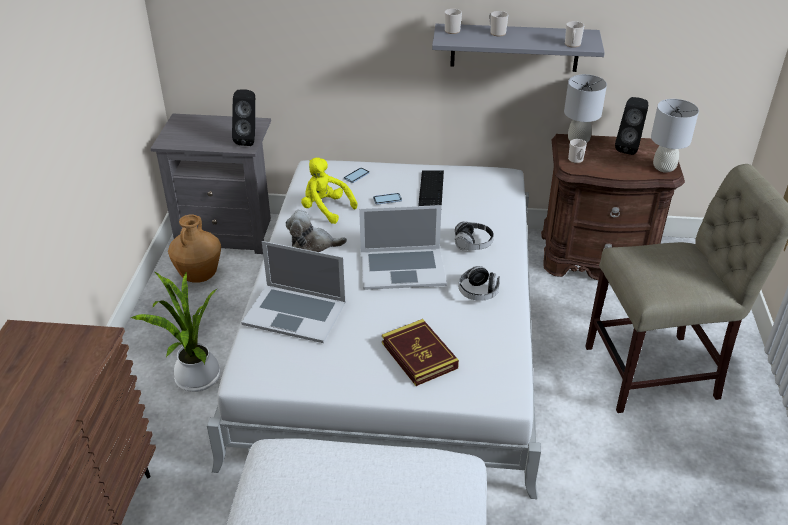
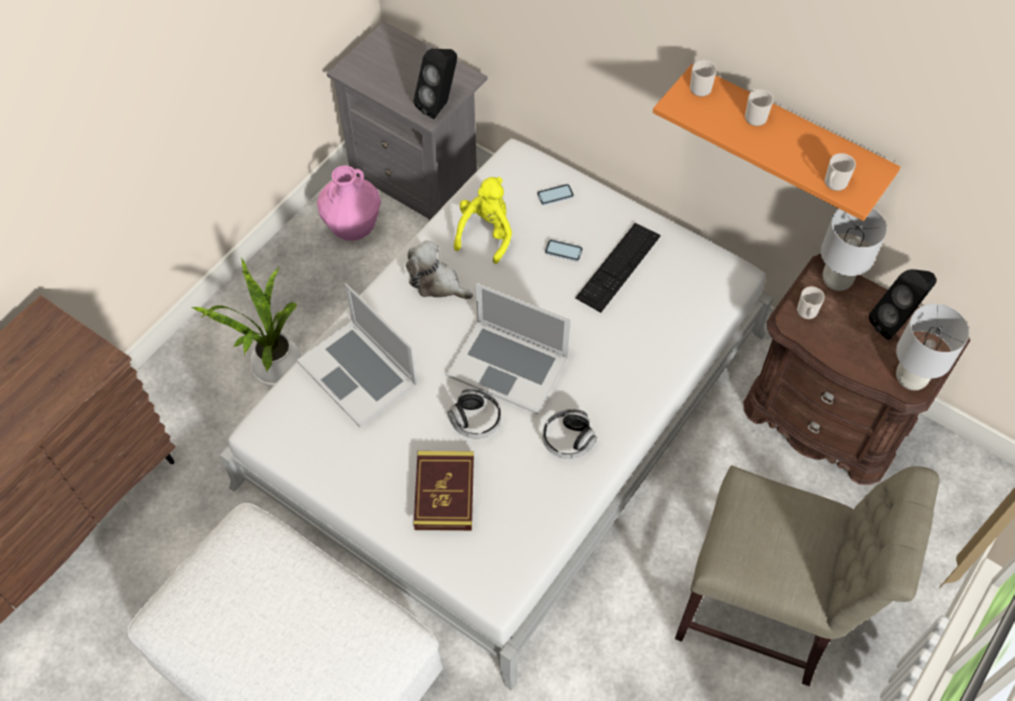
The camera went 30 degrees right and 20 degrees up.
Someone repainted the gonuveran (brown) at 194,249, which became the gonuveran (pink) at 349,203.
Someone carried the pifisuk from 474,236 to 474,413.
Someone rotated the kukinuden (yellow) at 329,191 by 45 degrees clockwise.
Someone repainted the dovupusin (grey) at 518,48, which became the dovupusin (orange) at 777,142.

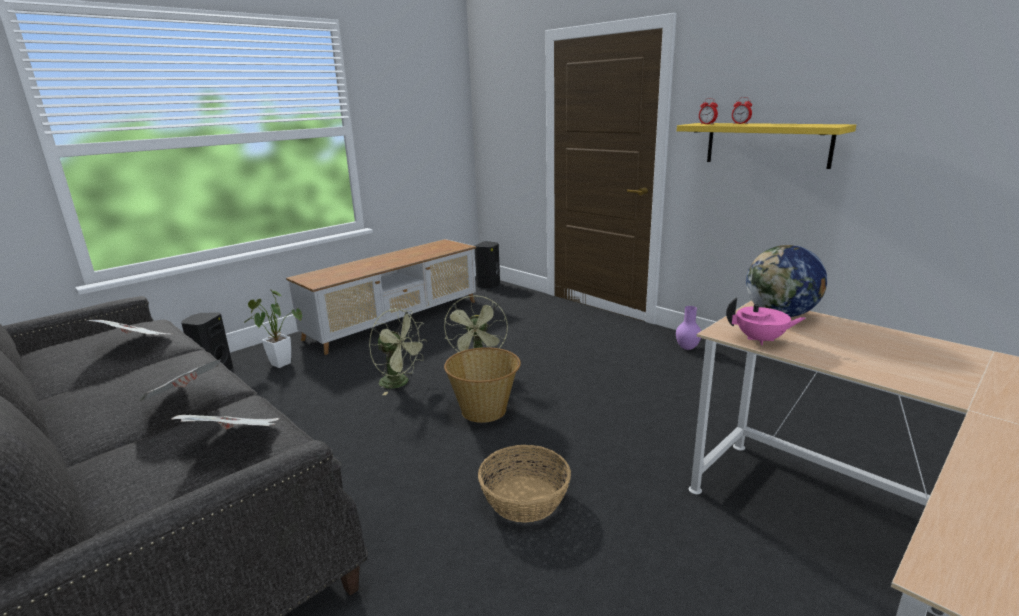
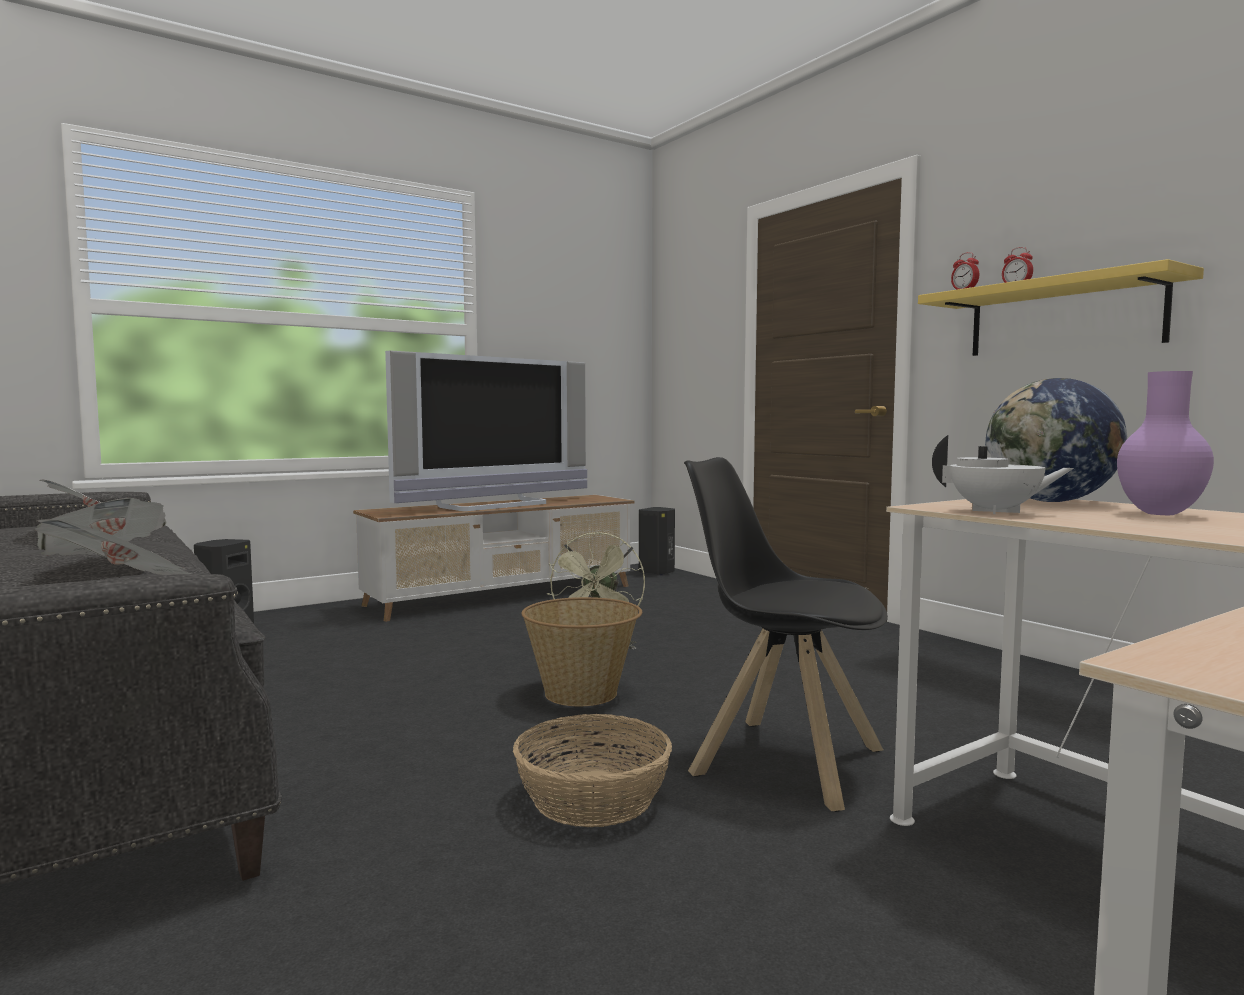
The camera went 10 degrees right and 15 degrees down.
Someone put down the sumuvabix at 486,430.
Someone put down the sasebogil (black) at 786,634.
Someone repainted the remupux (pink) at 766,321, which became the remupux (white) at 1003,474.
Someone carried the gonuveran (purple) from 688,328 to 1165,443.
Someone took away the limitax at 273,328.
Someone took away the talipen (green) at 398,352.

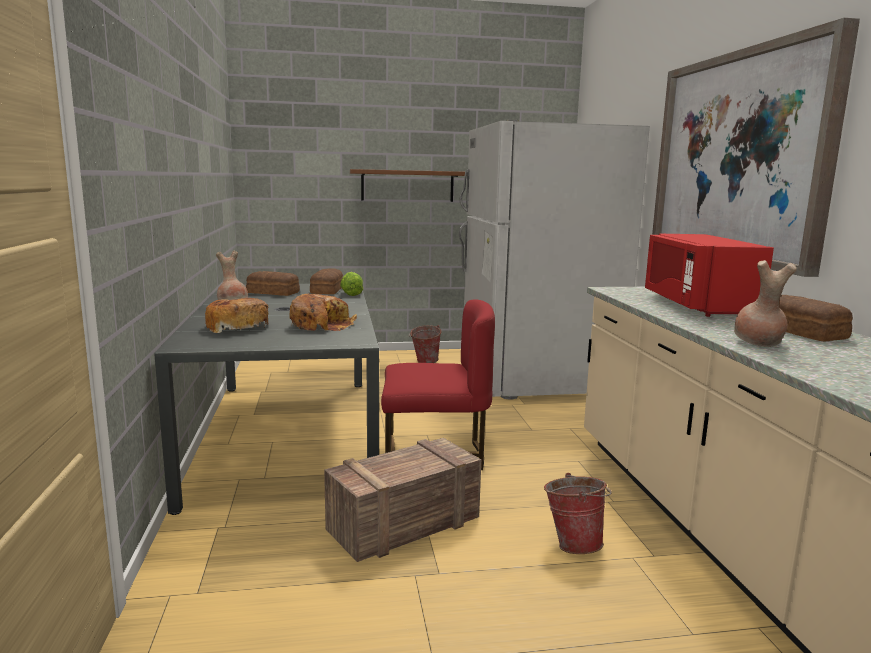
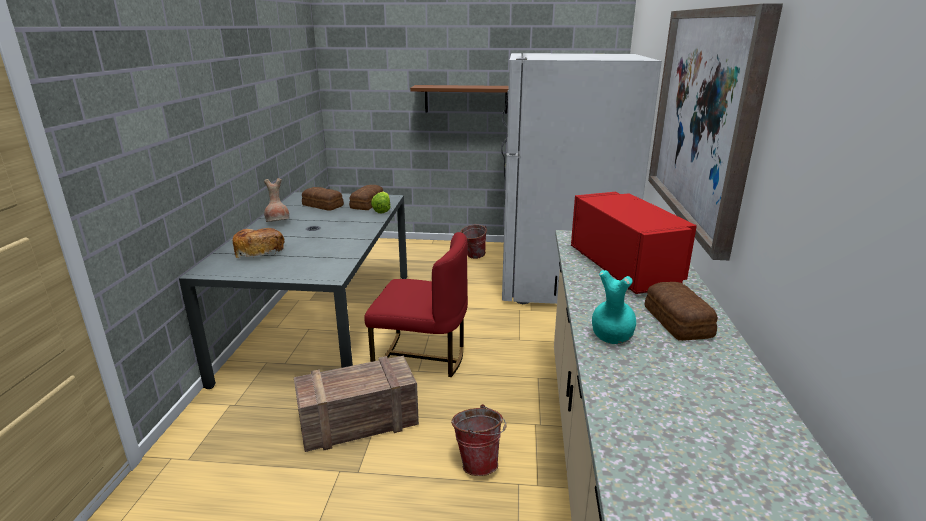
The camera went 15 degrees right and 10 degrees up.
Someone rotated the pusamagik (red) at 709,275 by 150 degrees clockwise.
Someone repainted the gonuveran (brown) at 765,303, which became the gonuveran (turquoise) at 614,307.
Someone took away the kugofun at 323,312.

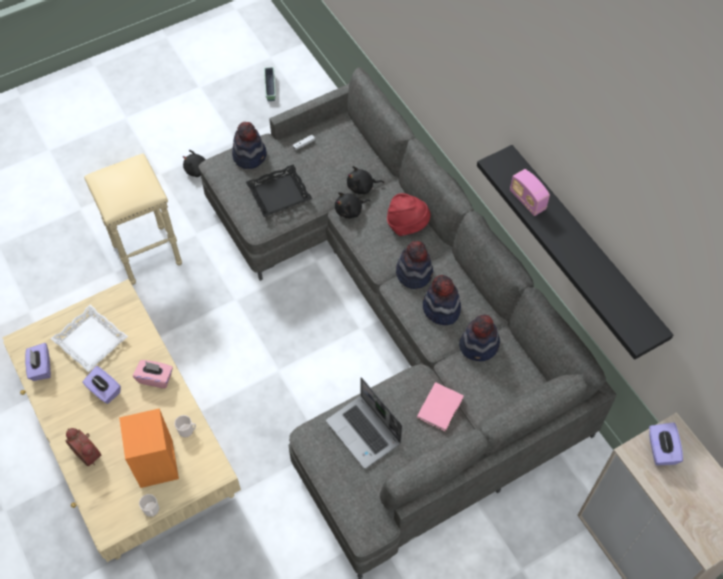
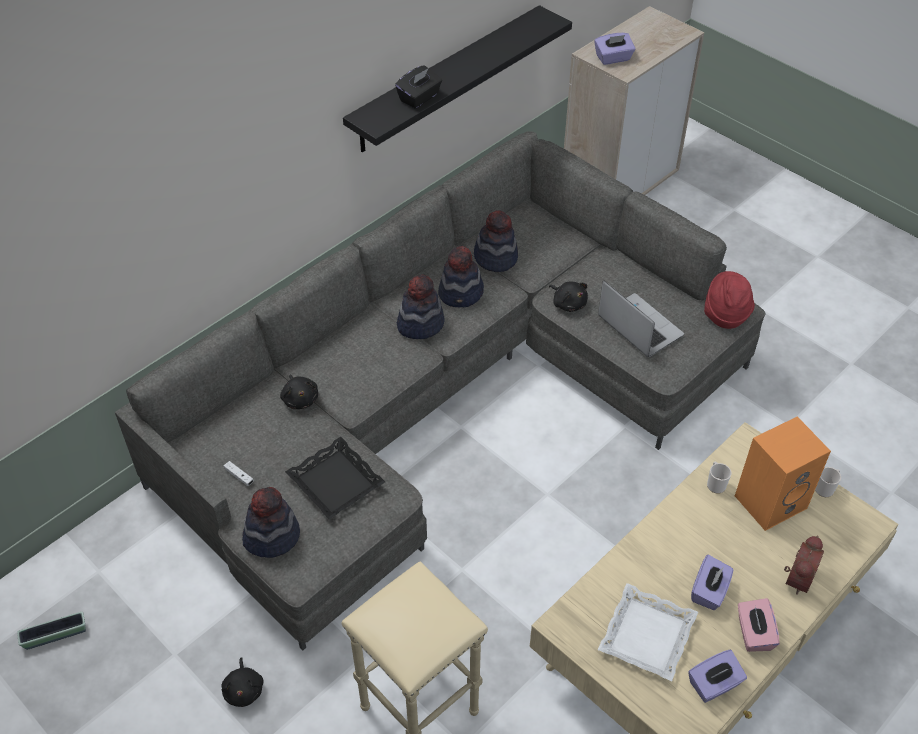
The camera went 105 degrees left and 10 degrees down.
Someone swapped the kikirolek at 530,192 for the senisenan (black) at 418,86.
Someone carried the kukinuden (black) from 353,205 to 568,296.
Someone rotated the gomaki at 364,423 by 75 degrees counterclockwise.
Someone carried the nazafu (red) from 409,214 to 729,300.
Someone carried the senisenan (pink) from 153,374 to 759,625.
Someone took away the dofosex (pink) at 440,407.

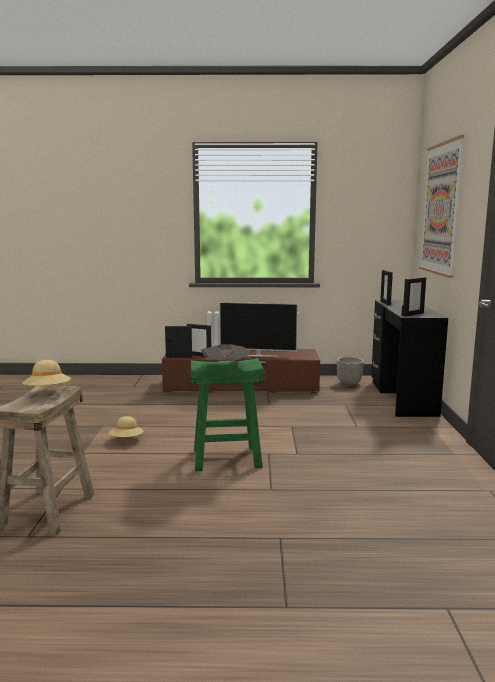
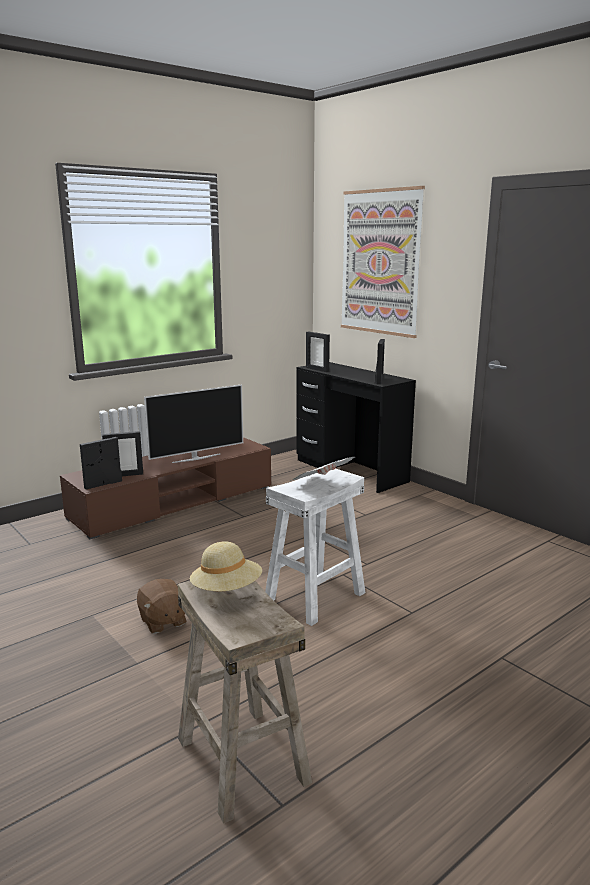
The camera went 40 degrees left and 5 degrees up.
Someone swapped the nazafu (beige) at 126,426 for the kukinuden (brown) at 162,606.
Someone repainted the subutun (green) at 227,414, which became the subutun (white) at 315,547.
Someone took away the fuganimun at 350,371.

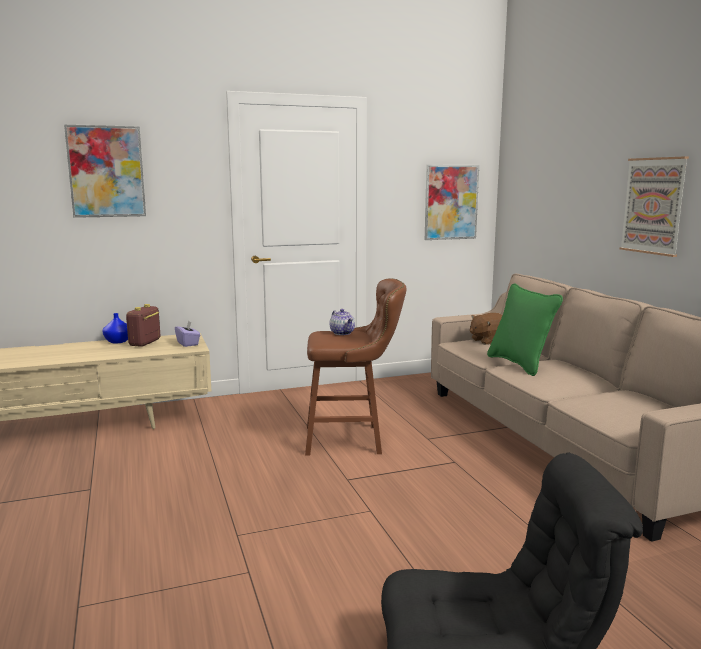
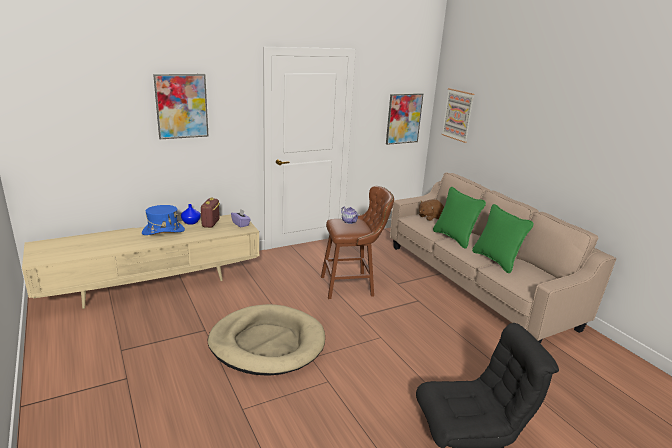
The camera went 10 degrees left and 10 degrees up.
Someone put down the nazafu (blue) at 163,220.
Someone put down the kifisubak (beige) at 266,340.
Someone carried the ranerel from 654,206 to 457,115.
Someone put down the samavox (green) at 502,238.

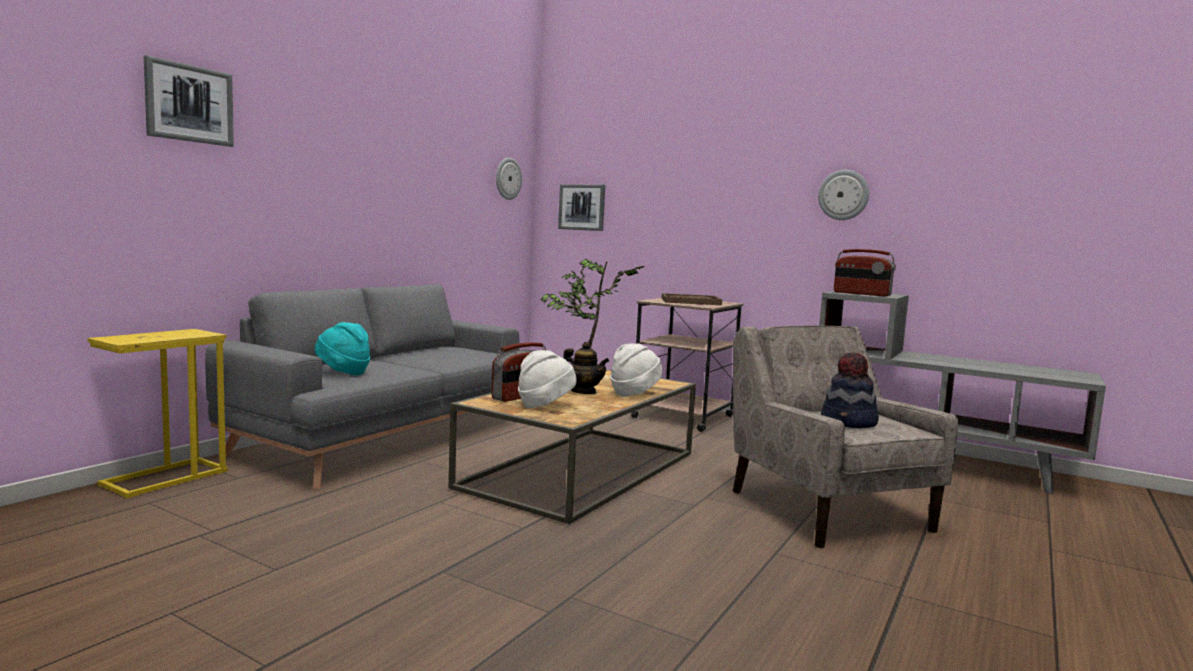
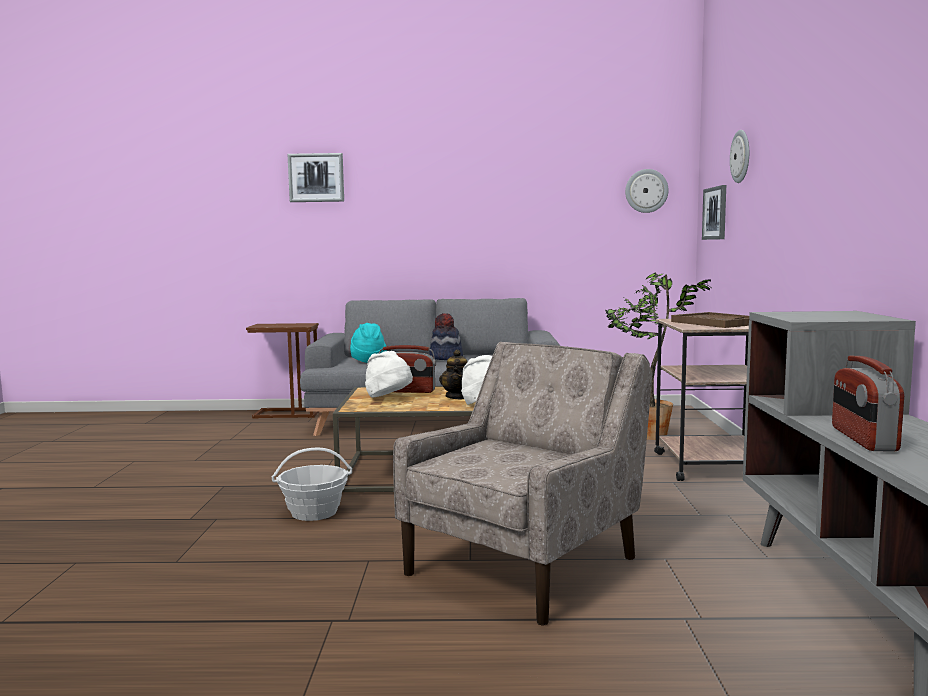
The camera went 60 degrees right and 0 degrees up.
Someone repainted the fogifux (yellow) at 157,413, which became the fogifux (brown) at 283,370.
Someone put down the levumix at 312,484.
Someone carried the nazafu from 850,390 to 446,336.
Someone carried the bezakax from 843,195 to 739,156.
Someone carried the kikirolek from 865,273 to 868,404.

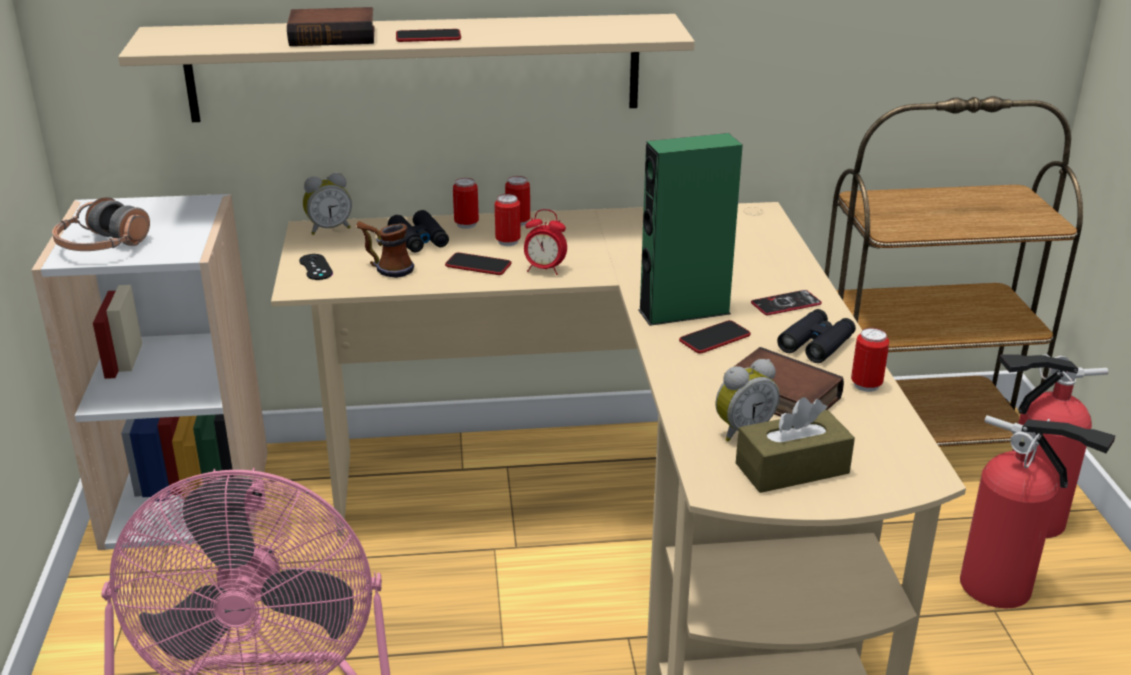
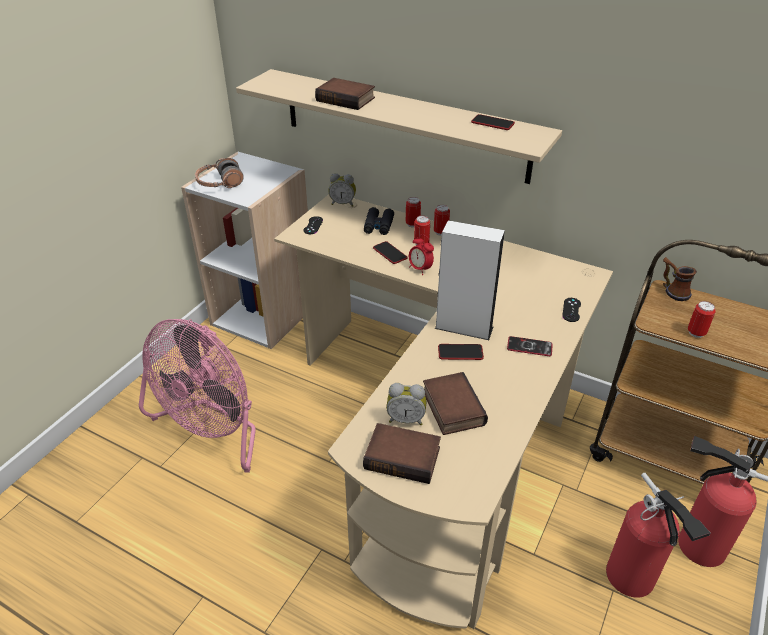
The camera went 35 degrees right and 10 degrees up.
Someone swapped the senisenan (brown) at 795,445 for the dofosex at 402,453.
Someone repainted the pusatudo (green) at 690,229, which became the pusatudo (white) at 470,280.
Someone carried the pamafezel from 428,35 to 493,122.
Someone put down the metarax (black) at 571,310.
Someone carried the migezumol from 385,249 to 680,279.
Someone carried the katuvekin from 870,360 to 702,319.
Someone took away the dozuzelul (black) at 816,336.

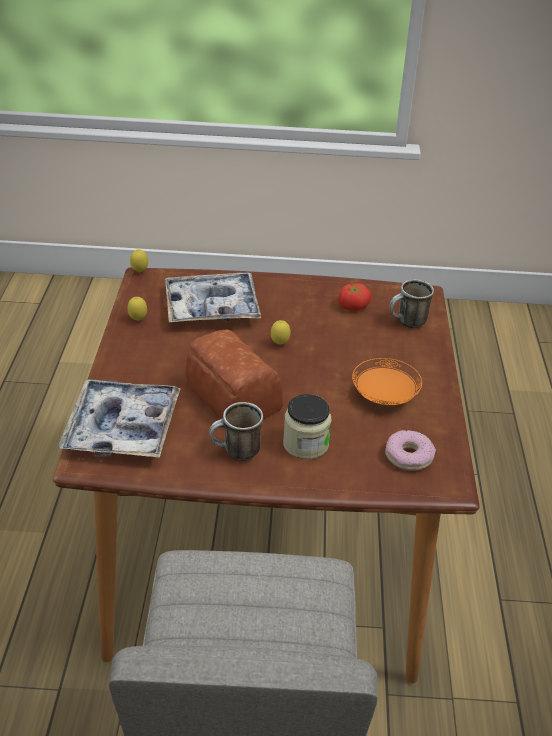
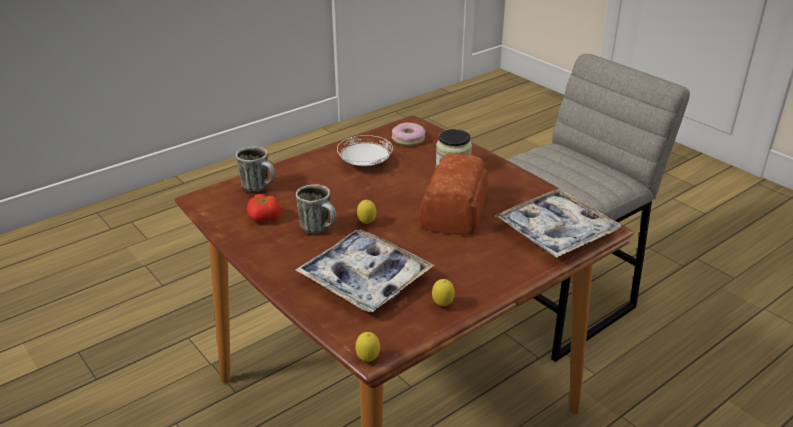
The camera went 130 degrees left and 5 degrees down.
Someone carried the migezumol from 236,431 to 316,209.
Someone repainted the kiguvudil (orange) at 387,381, which became the kiguvudil (white) at 365,150.

